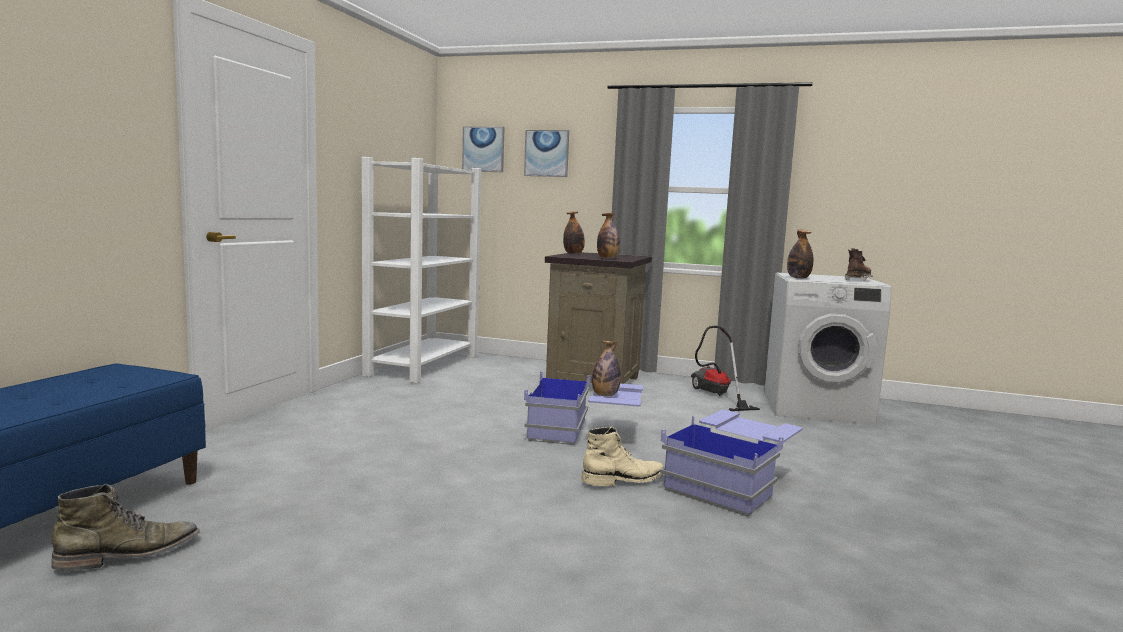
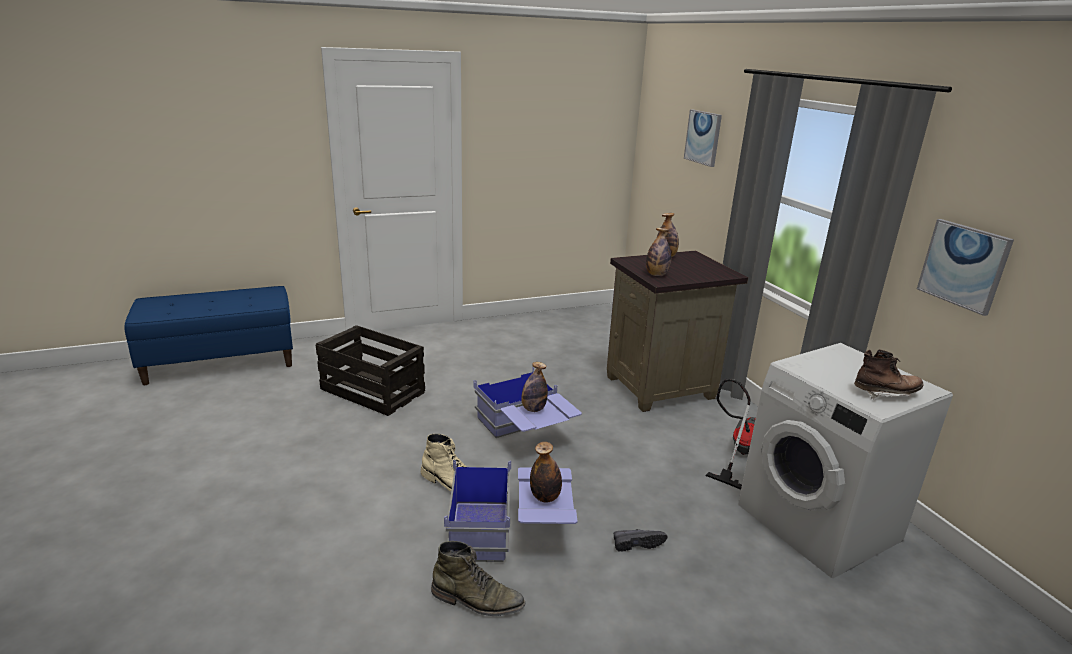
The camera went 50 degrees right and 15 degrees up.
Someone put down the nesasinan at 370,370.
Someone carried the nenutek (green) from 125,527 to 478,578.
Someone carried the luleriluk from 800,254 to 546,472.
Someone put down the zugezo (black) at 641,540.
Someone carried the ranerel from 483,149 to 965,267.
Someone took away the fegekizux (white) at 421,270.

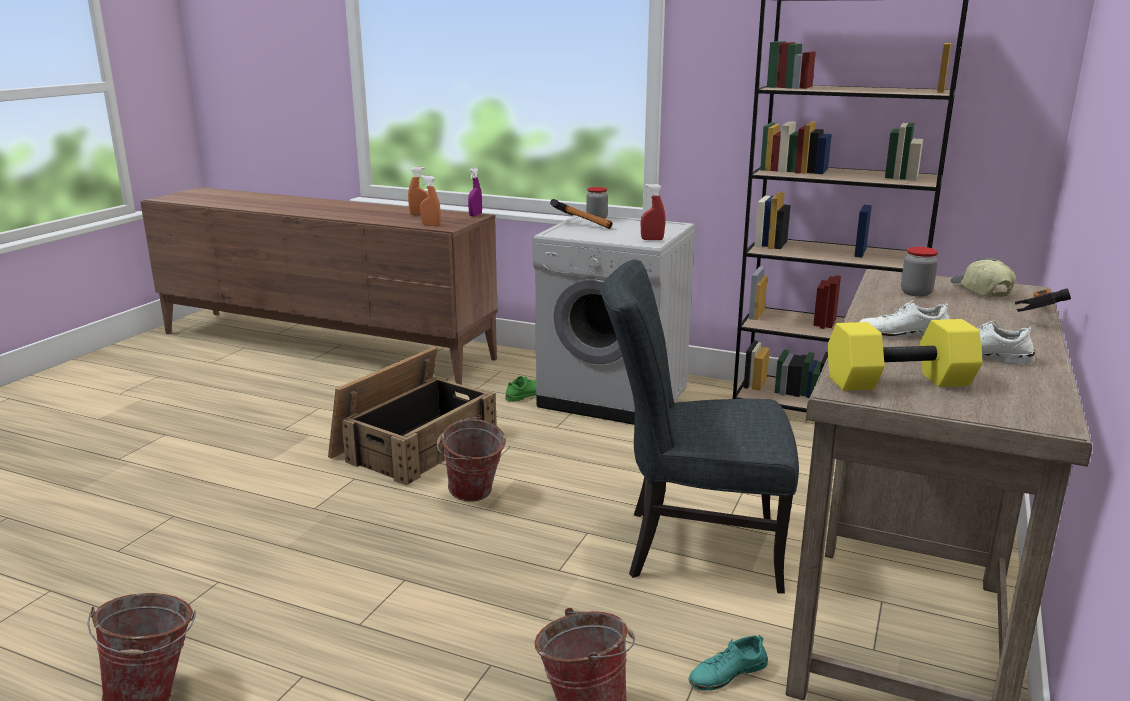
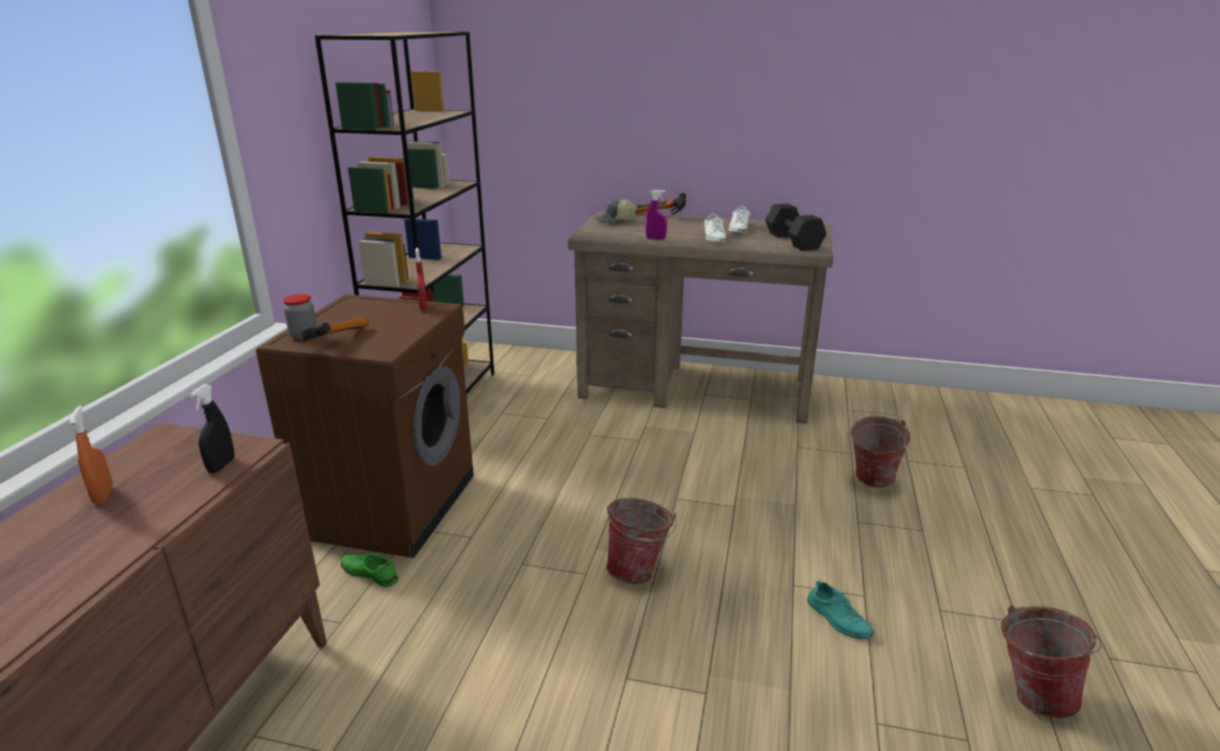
The camera went 100 degrees left and 5 degrees up.
Someone repainted the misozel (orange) at 430,200, which became the misozel (black) at 212,428.
Someone repainted the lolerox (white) at 613,320, which became the lolerox (brown) at 365,426.
Someone carried the misozel (purple) from 475,191 to 656,215.
Someone repainted the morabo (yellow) at 905,355, which became the morabo (black) at 796,227.
Someone carried the zugezo (turquoise) from 728,663 to 840,609.
Someone took away the nesasinan at 412,416.
Someone took away the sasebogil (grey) at 699,427.
Someone took away the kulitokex at 919,272.

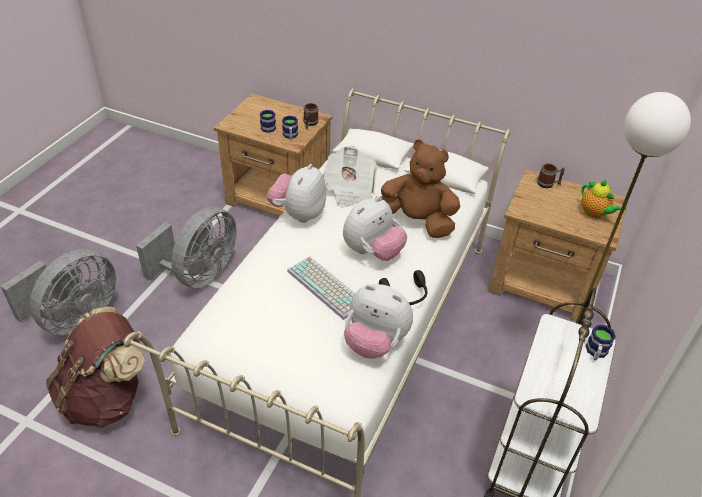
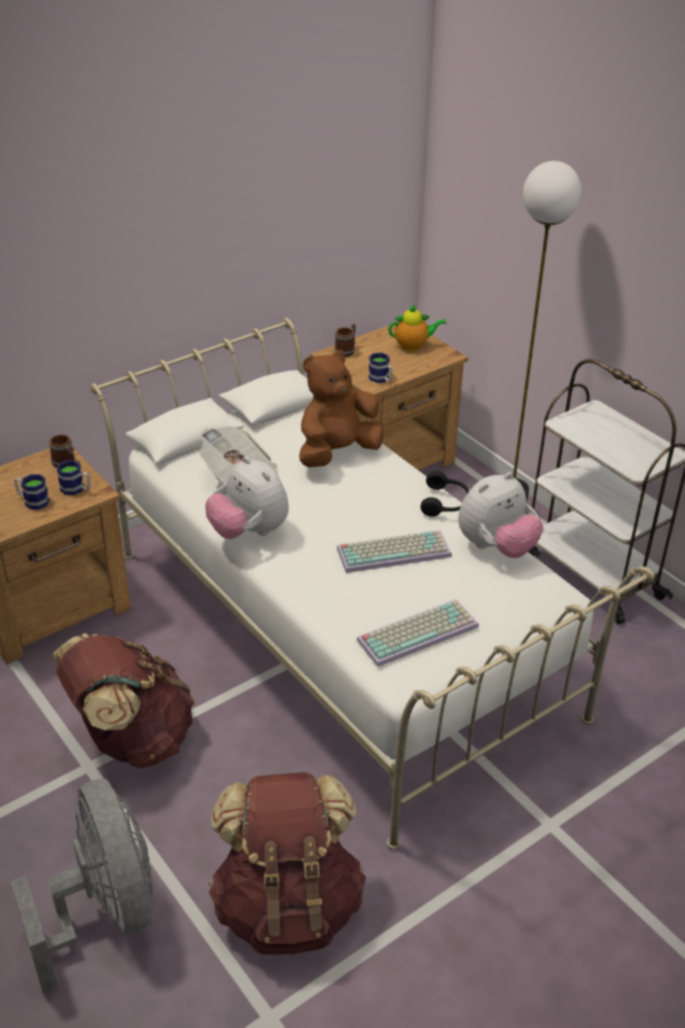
The camera went 60 degrees left and 5 degrees down.
Someone swapped the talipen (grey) at 186,247 for the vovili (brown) at 124,700.
Someone put down the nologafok at 418,633.
Someone carried the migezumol from 601,343 to 381,368.
Someone took away the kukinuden at 375,228.

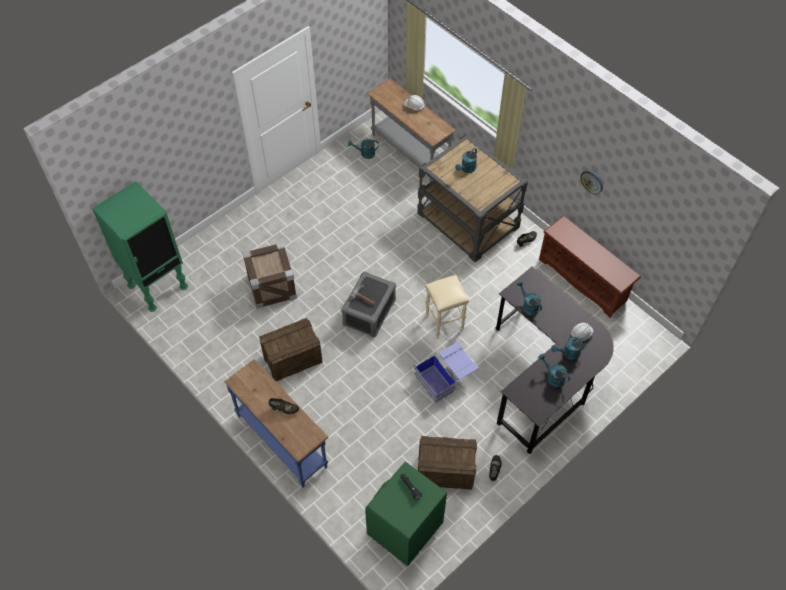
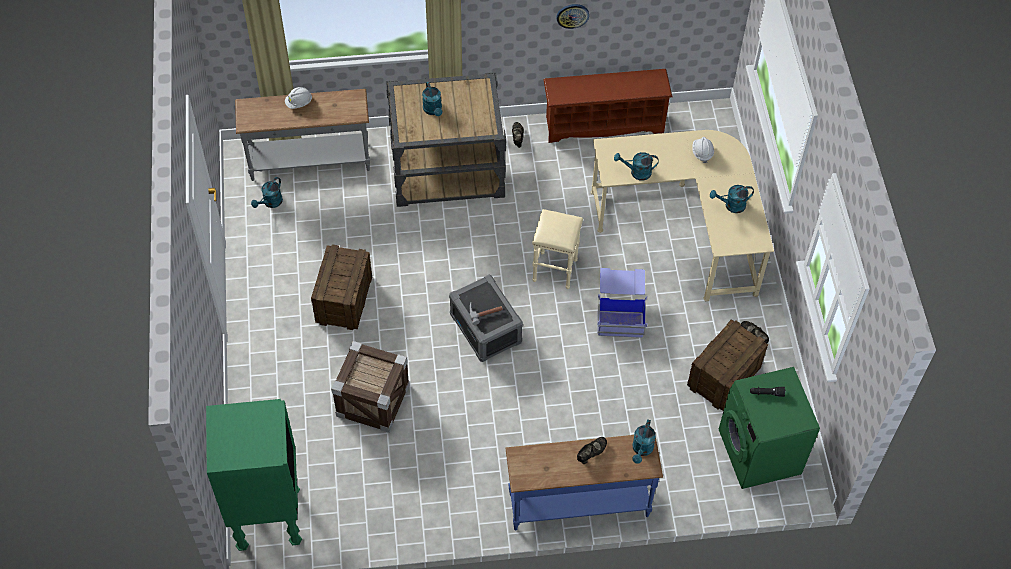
The camera went 55 degrees left and 0 degrees up.
Someone carried the nesasinan from 291,349 to 341,287.
Someone repainted the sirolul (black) at 554,360, which became the sirolul (beige) at 682,216.
Someone carried the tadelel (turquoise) from 569,348 to 644,442.

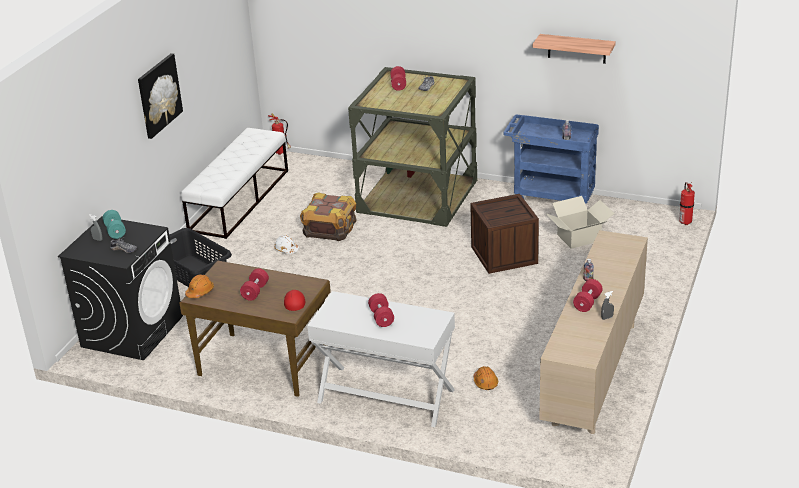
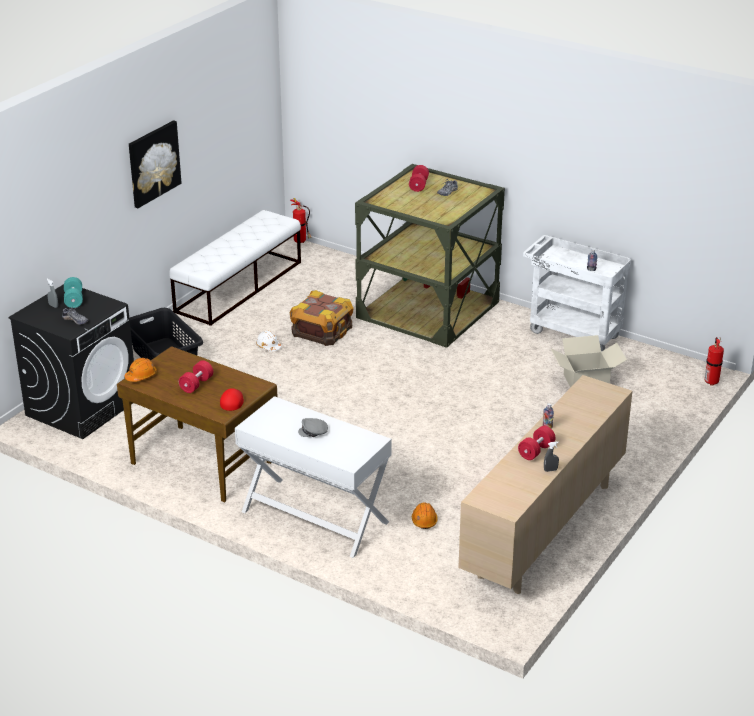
The camera went 10 degrees right and 0 degrees up.
Someone swapped the morabo (red) at 381,310 for the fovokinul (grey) at 313,427.
Someone repainted the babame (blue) at 551,159, which became the babame (white) at 577,293.
Someone took away the nesasinan at 504,234.
Someone took away the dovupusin at 574,49.

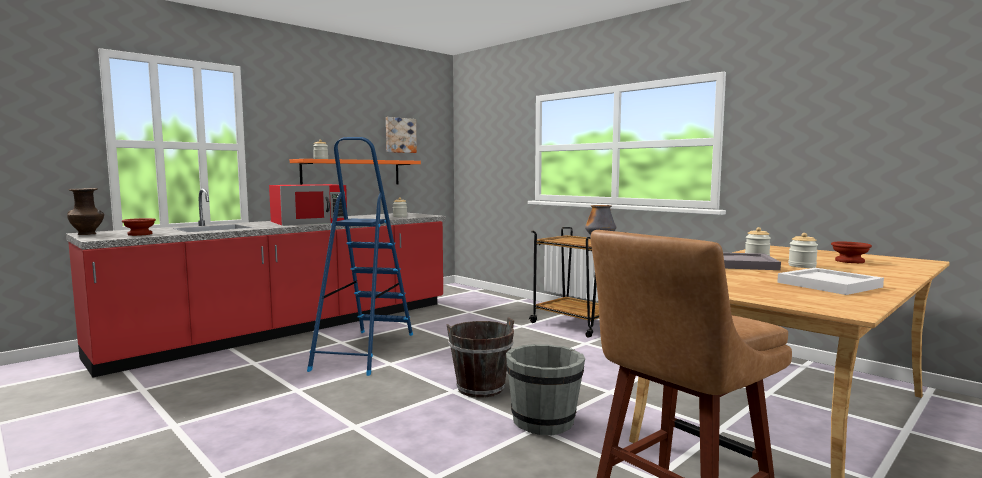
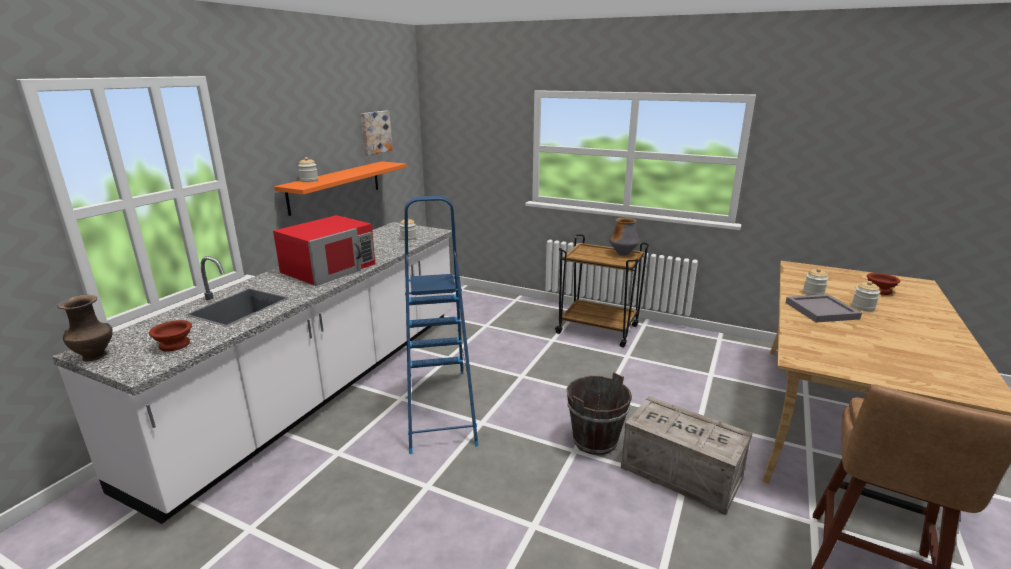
The camera went 20 degrees left and 15 degrees up.
Someone repainted the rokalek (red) at 256,282, which became the rokalek (white) at 252,373.
Someone swapped the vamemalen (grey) at 545,389 for the nesasinan at 686,455.
Someone took away the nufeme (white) at 830,281.

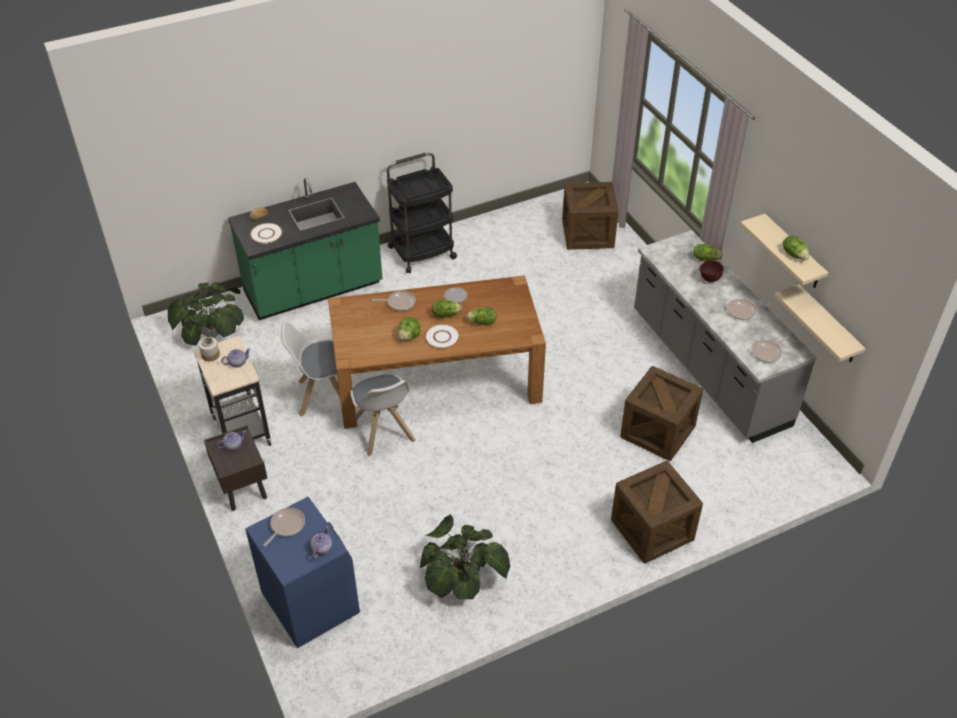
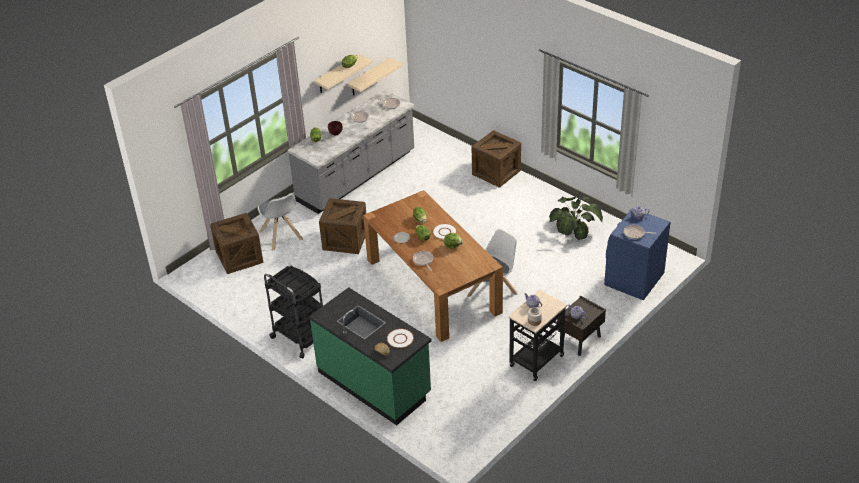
The camera went 110 degrees left and 5 degrees down.
Someone carried the sasebogil from 310,368 to 280,222.
Someone carried the nesasinan from 661,413 to 342,226.
Someone took away the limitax at 206,314.

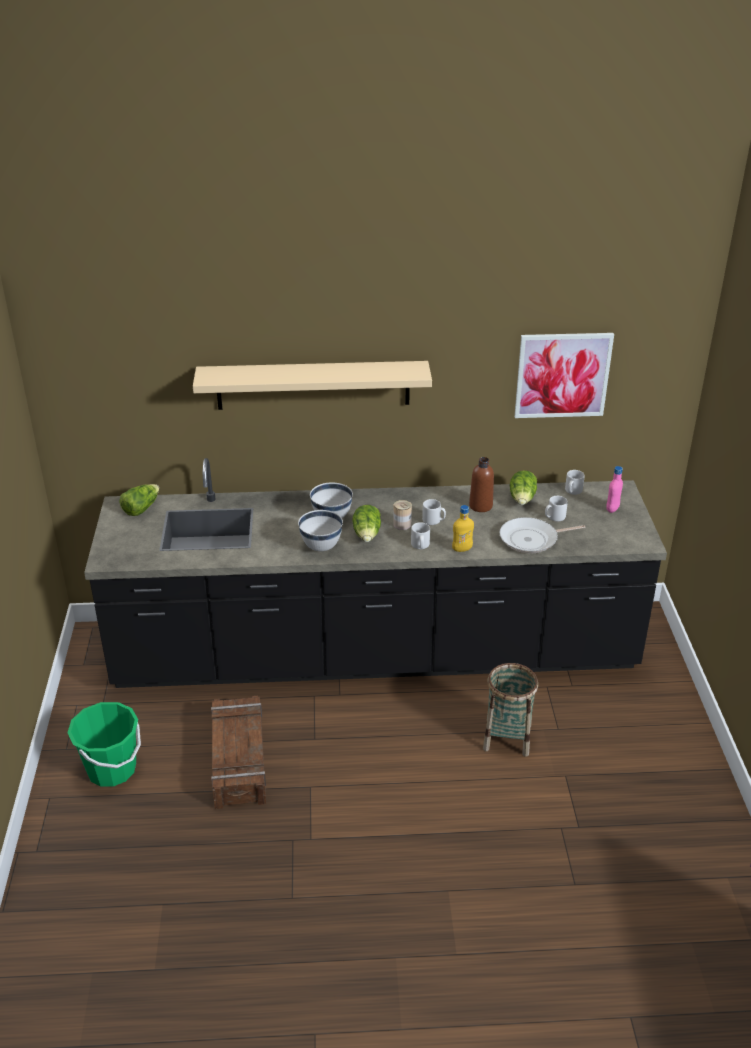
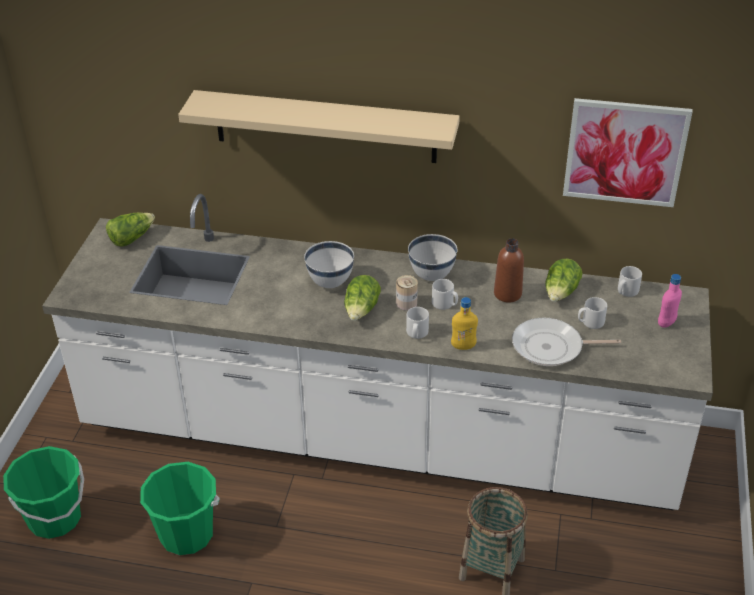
The camera went 15 degrees right and 5 degrees up.
Someone repainted the rokalek (black) at 375,573, which became the rokalek (white) at 377,352.
Someone swapped the nesasinan at 238,752 for the vamemalen (green) at 180,508.
Someone carried the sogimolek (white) from 320,530 to 432,257.

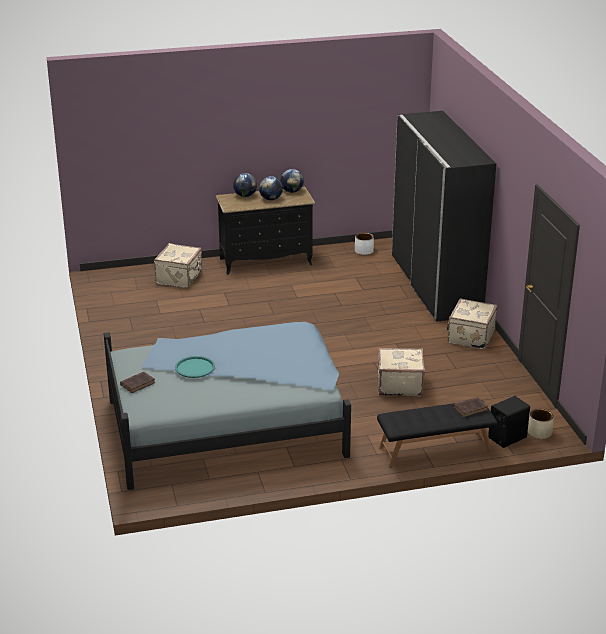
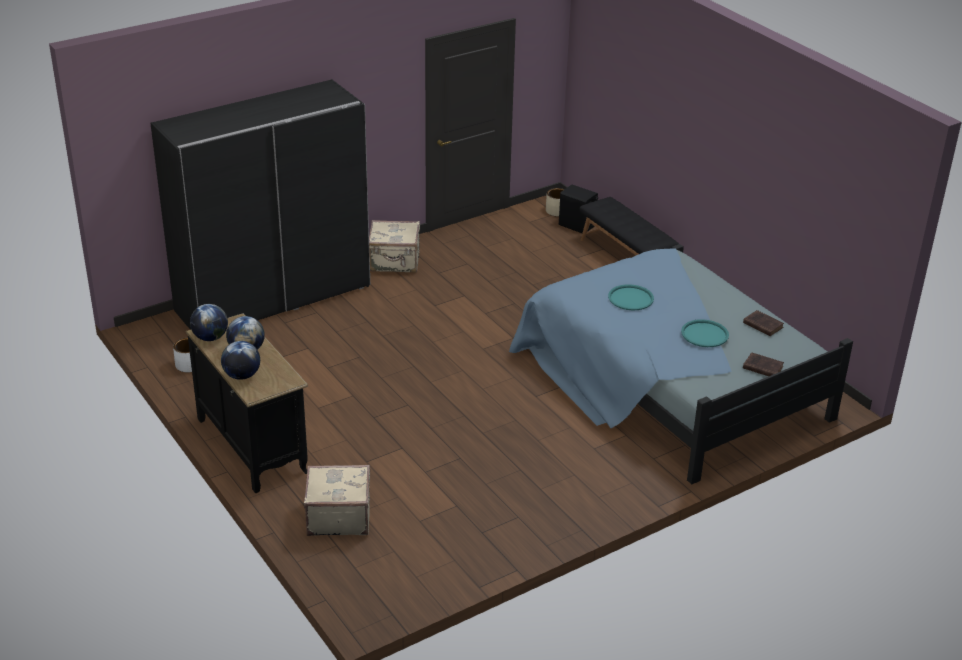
The camera went 110 degrees left and 5 degrees up.
Someone put down the nufeme (turquoise) at 631,297.
Someone carried the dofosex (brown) from 470,407 to 763,323.
Someone took away the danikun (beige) at 401,372.

